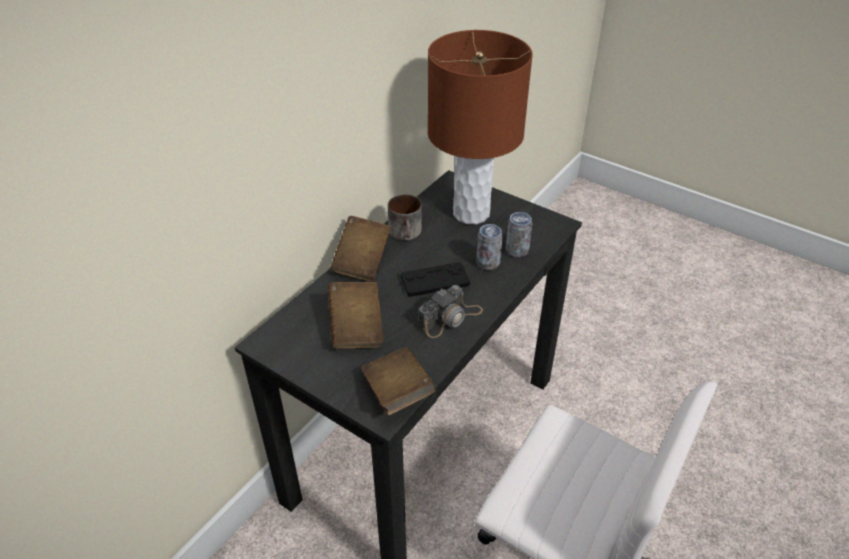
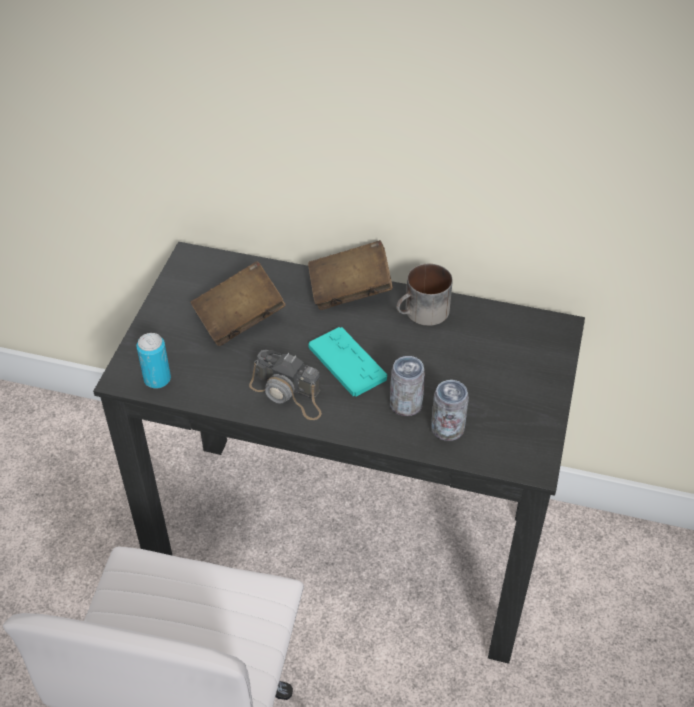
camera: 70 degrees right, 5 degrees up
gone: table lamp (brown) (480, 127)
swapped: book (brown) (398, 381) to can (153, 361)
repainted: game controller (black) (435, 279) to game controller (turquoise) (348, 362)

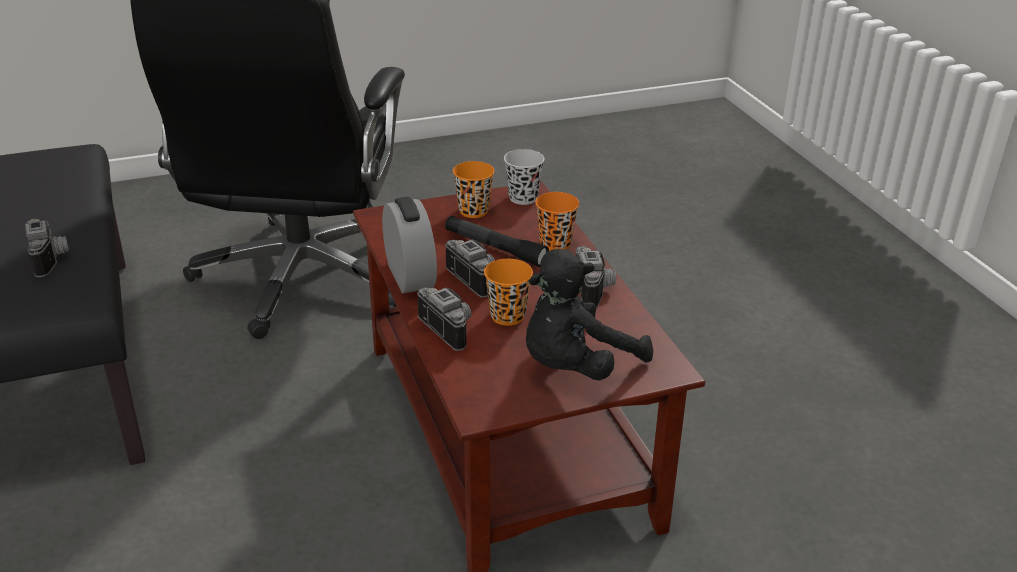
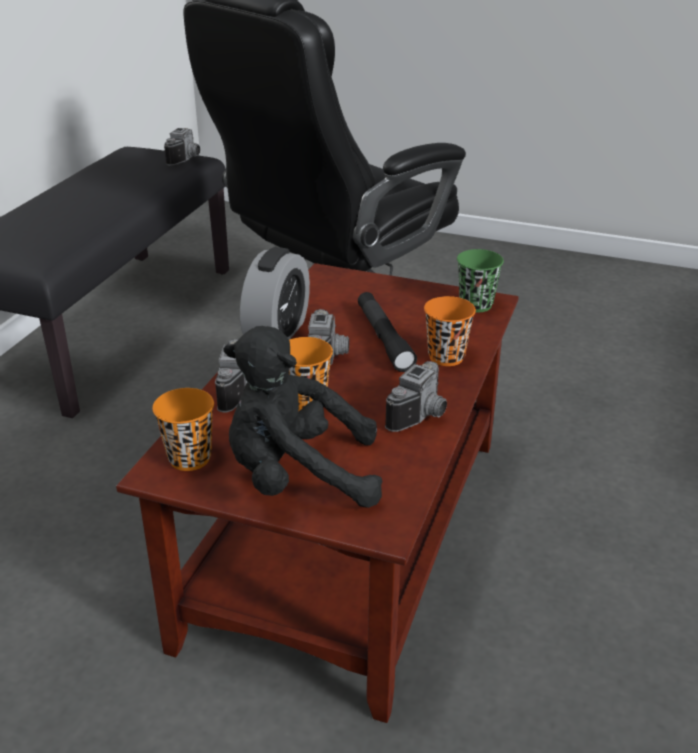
camera: 40 degrees right, 0 degrees up
shifted: photo camera (47, 248) to (182, 147); cup (orange) (473, 189) to (183, 429)
repainted: cup (black) (524, 177) to cup (green) (480, 280)

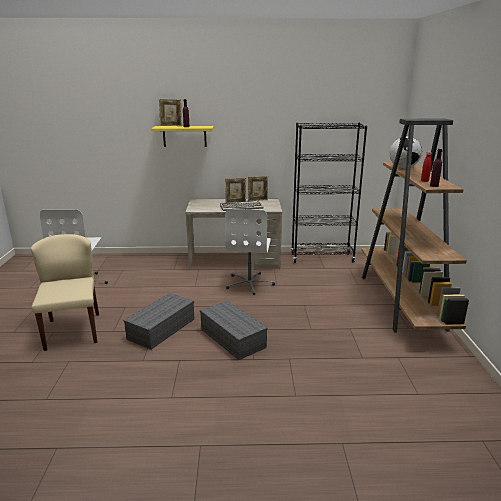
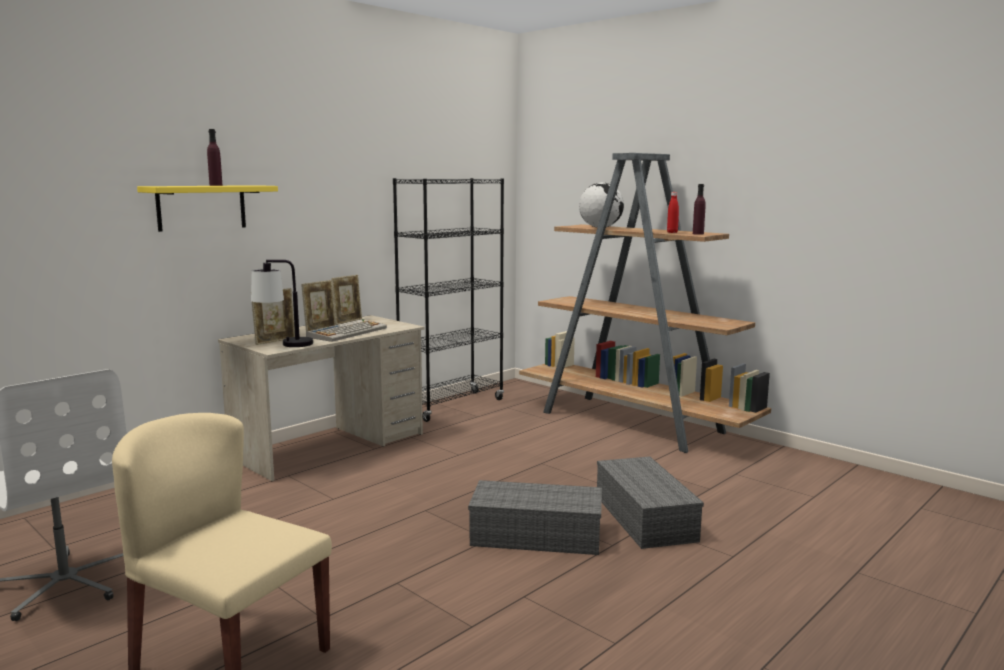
camera: 45 degrees left, 10 degrees down
gone: office chair (white) (250, 252)
new: table lamp (282, 303)
shifted: storage box (grey) (159, 321) to (650, 502); picture frame (170, 112) to (273, 316)

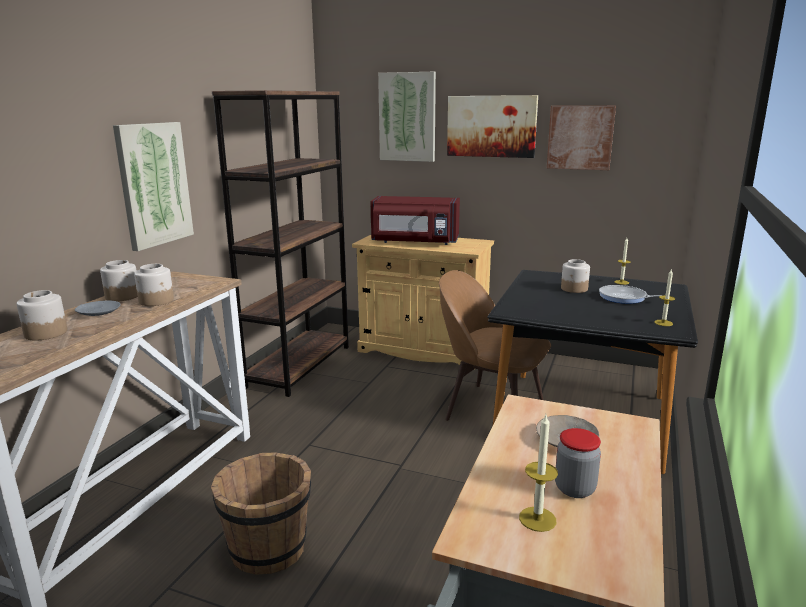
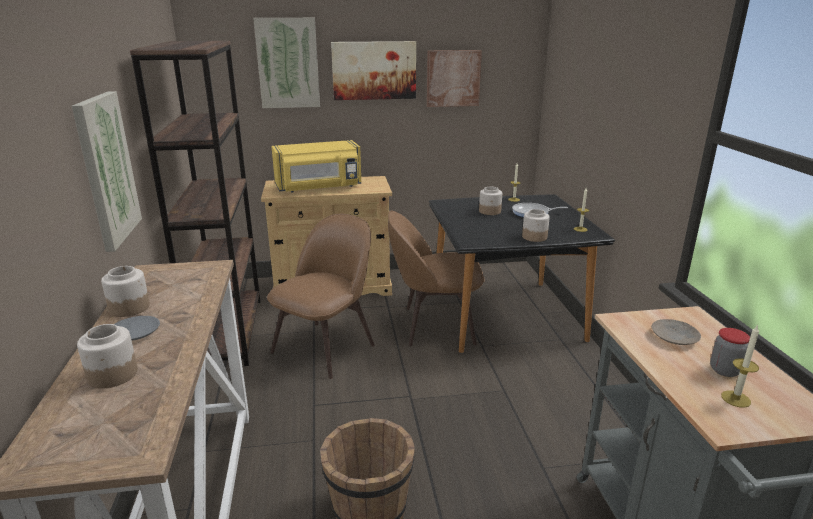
camera: 30 degrees left, 5 degrees up
new: chair (brown) (321, 296)
shifted: jar (154, 285) to (536, 225)
repainted: microwave (red) (415, 220) to microwave (yellow) (316, 166)

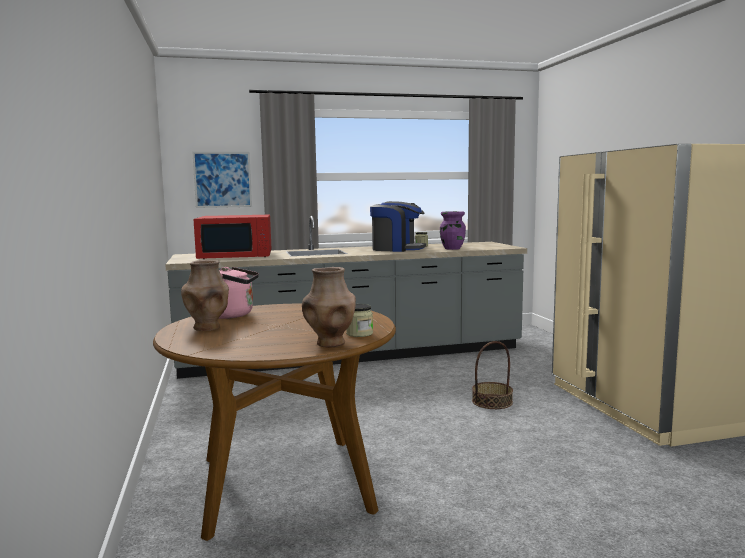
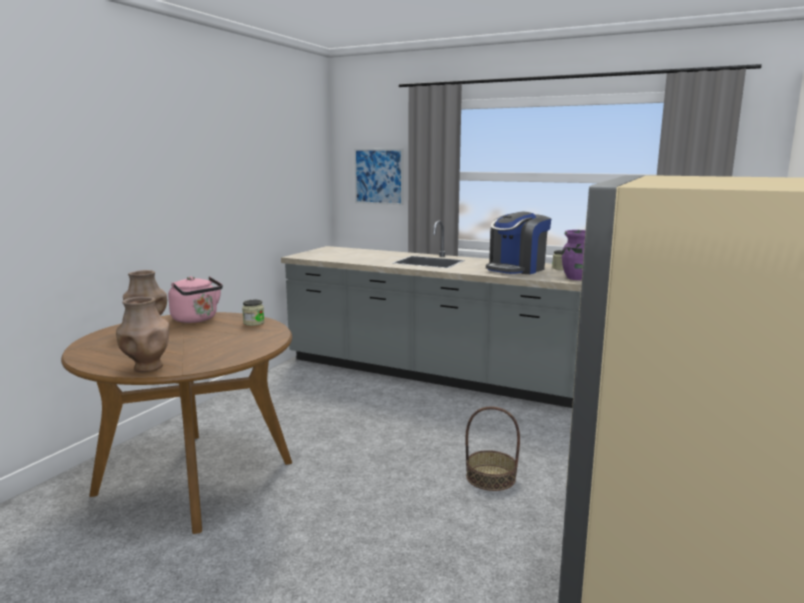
camera: 40 degrees right, 5 degrees up
gone: microwave (red) (233, 237)
shifted: jar (359, 320) to (253, 313)
rotated: coffee machine (398, 226) = (518, 243) 75 degrees clockwise

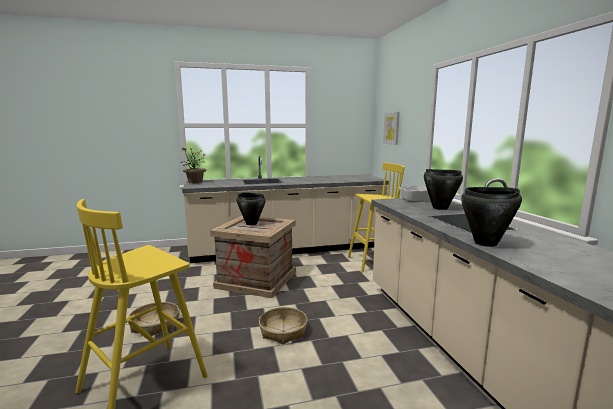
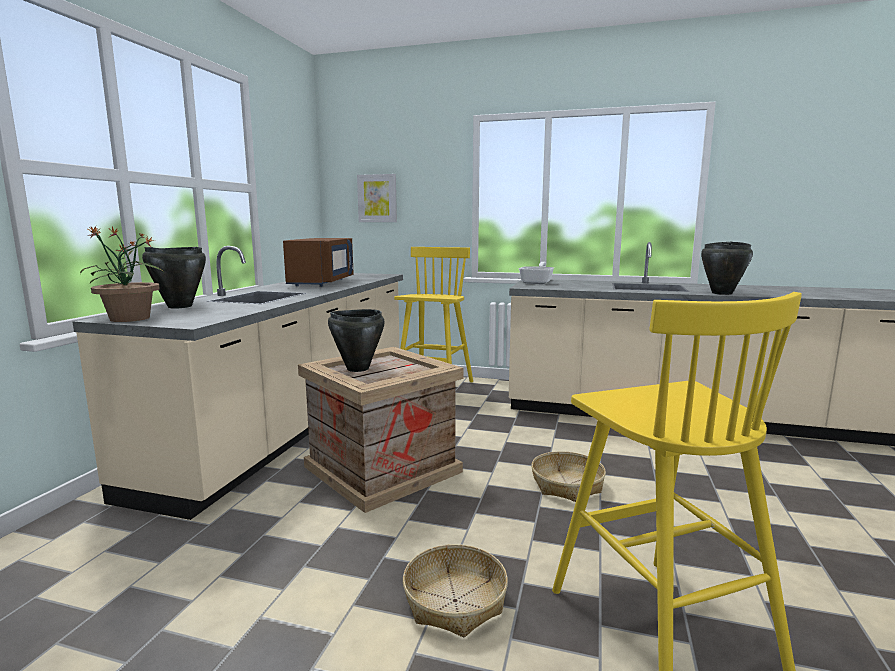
camera: 60 degrees left, 0 degrees up
new: microwave (brown) (318, 262)
shifted: cooking pot (black) (443, 189) to (174, 277)

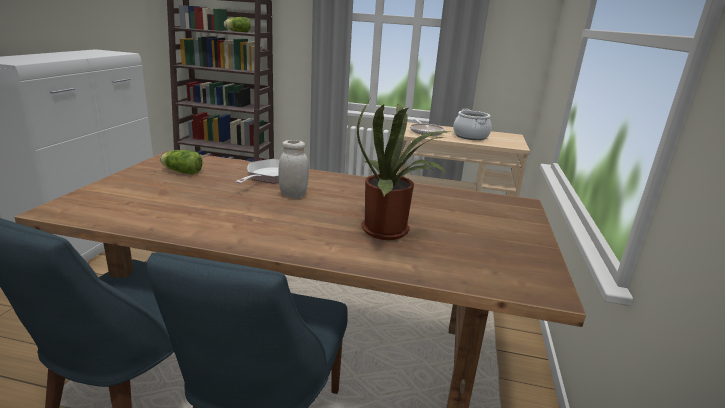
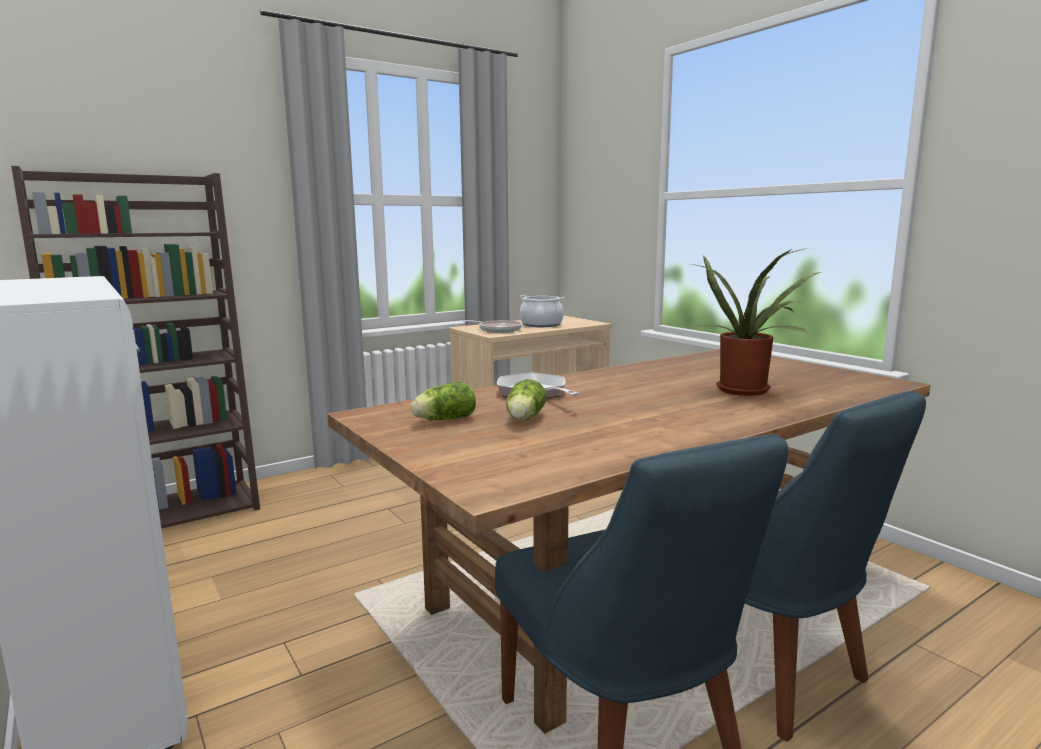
camera: 45 degrees left, 10 degrees down
gone: jar (white) (293, 169)
shifted: lettuce (237, 24) to (526, 400)

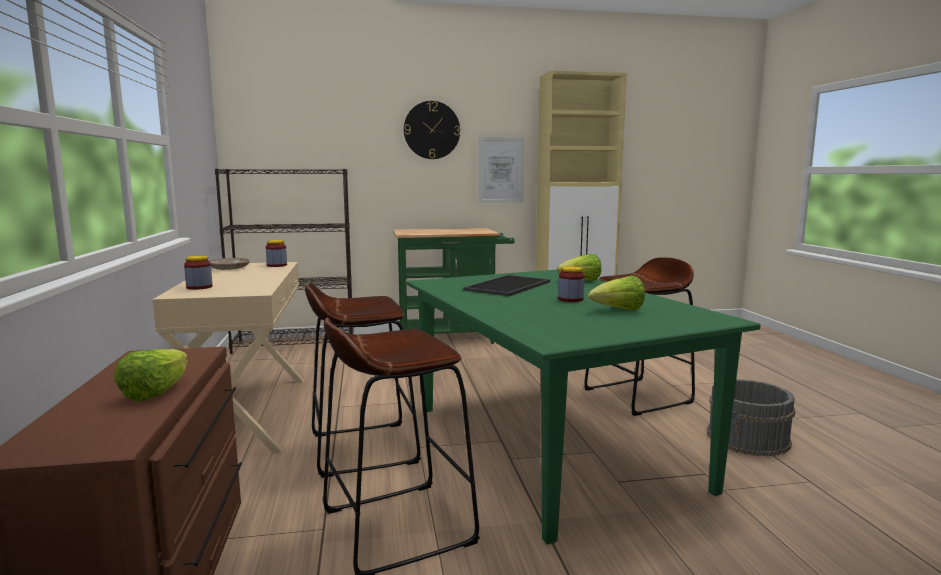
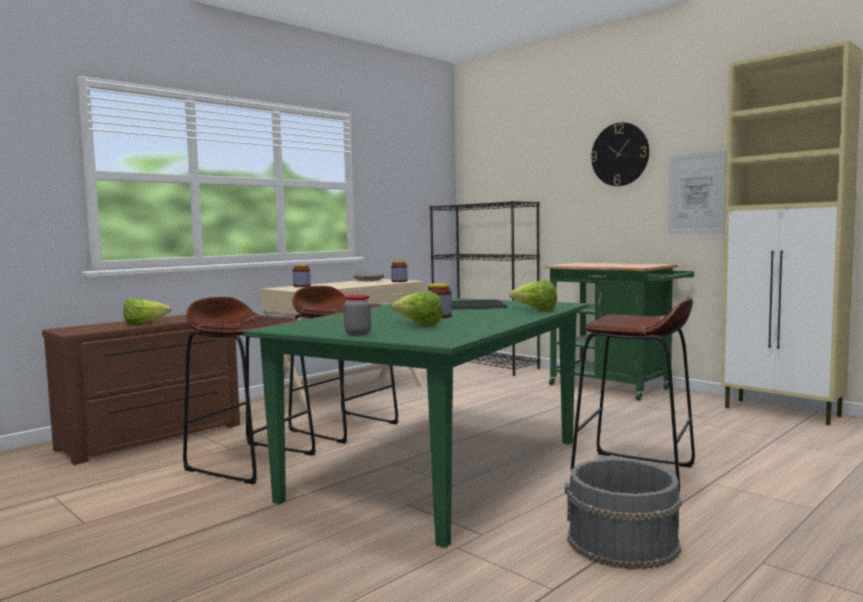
camera: 55 degrees right, 5 degrees down
new: jar (357, 315)

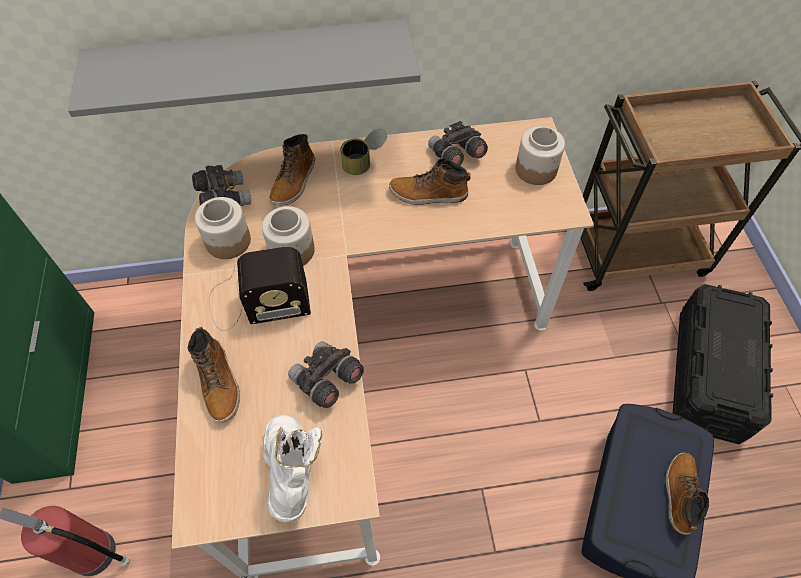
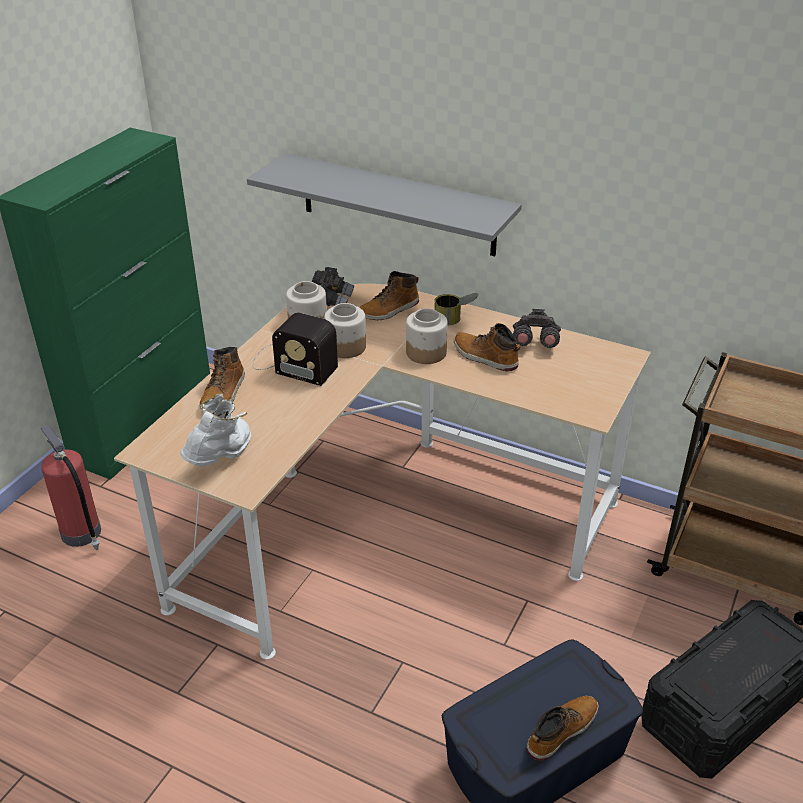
camera: 35 degrees right, 20 degrees down
gone: binoculars (grey) (326, 374)
shifted: jar (540, 155) to (427, 336)

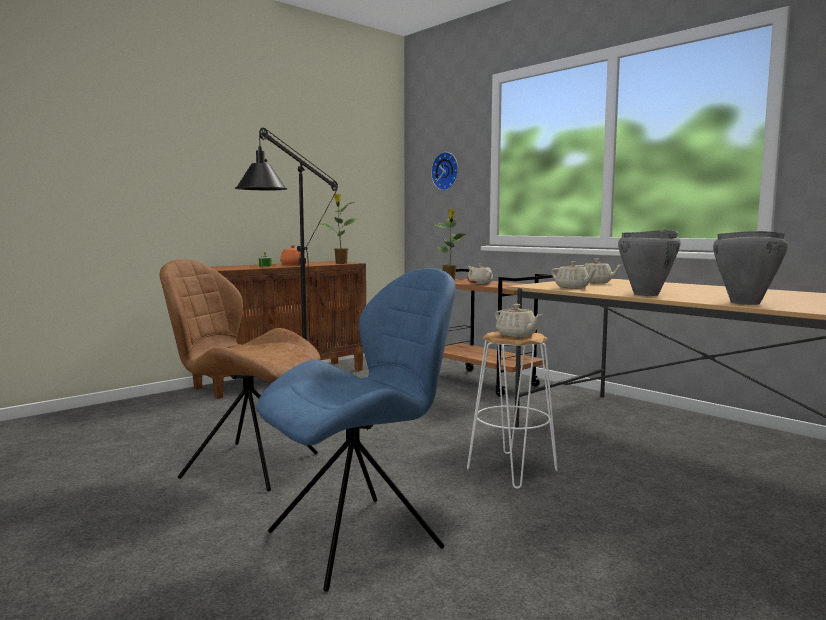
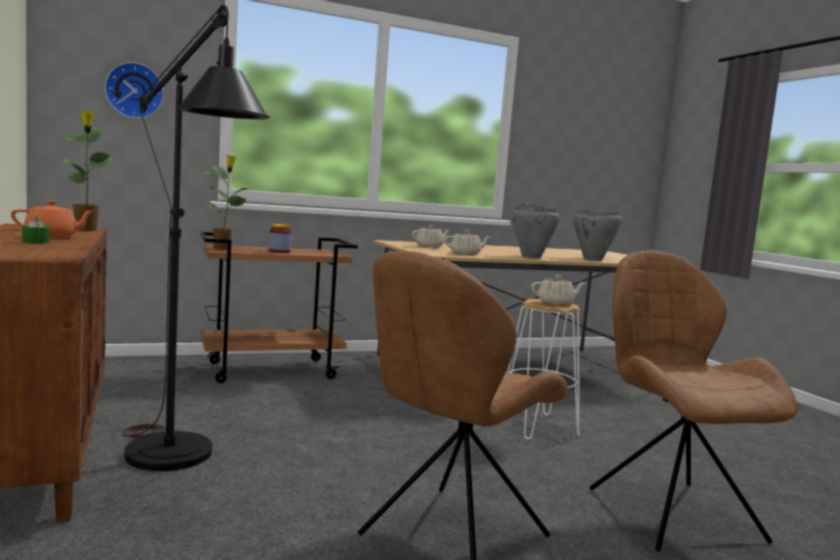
camera: 70 degrees left, 0 degrees up
swapped: teapot (beige) (480, 273) to jar (280, 238)
repainted: chair (blue) (356, 430) to chair (brown) (693, 400)

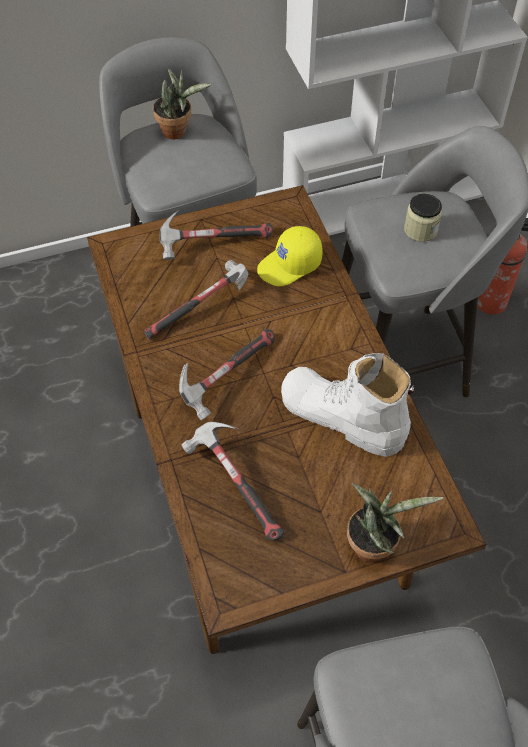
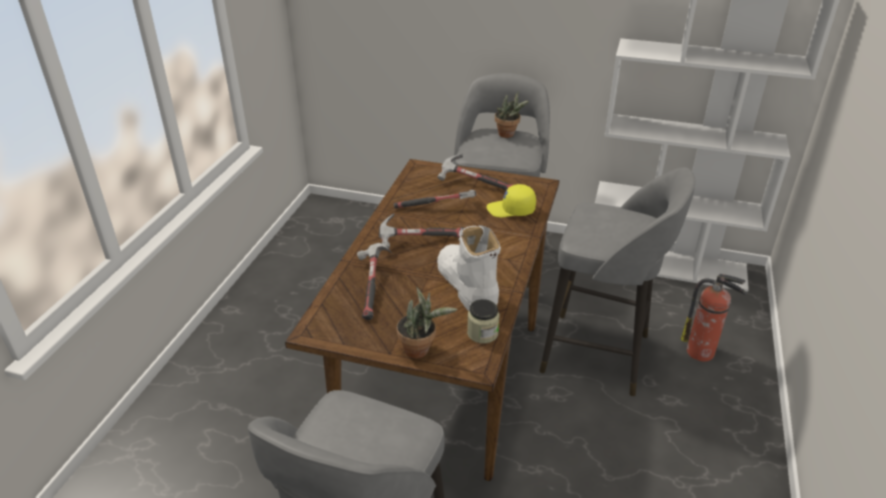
camera: 35 degrees right, 20 degrees down
shifted: jar (423, 217) to (483, 321)

